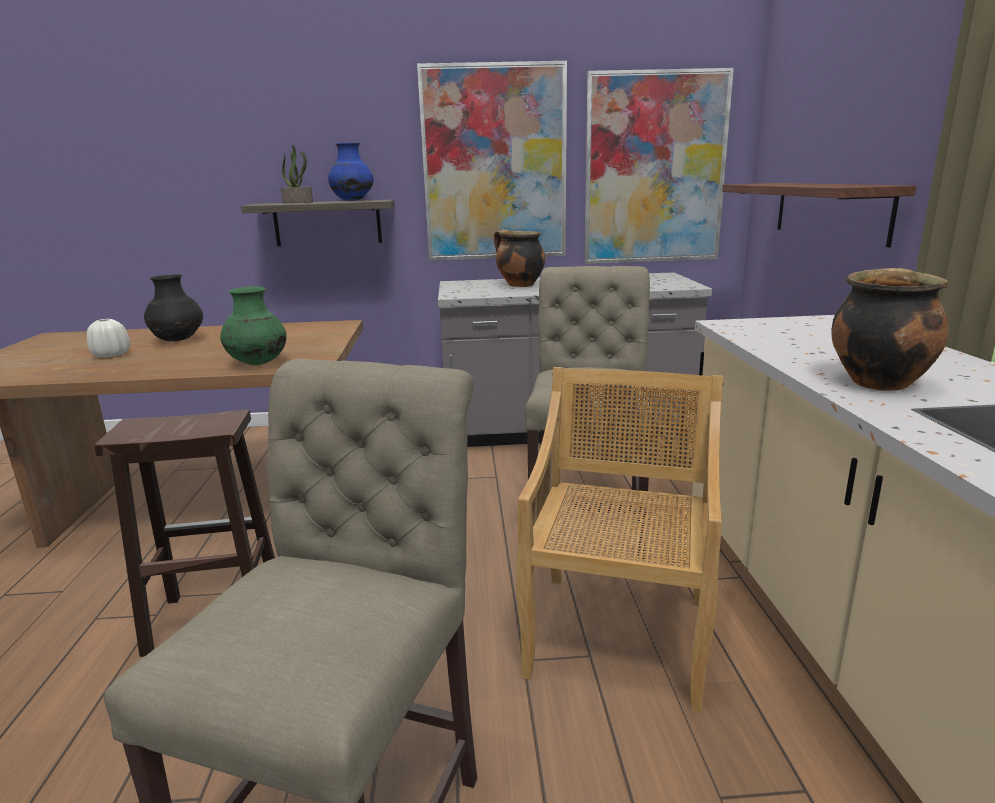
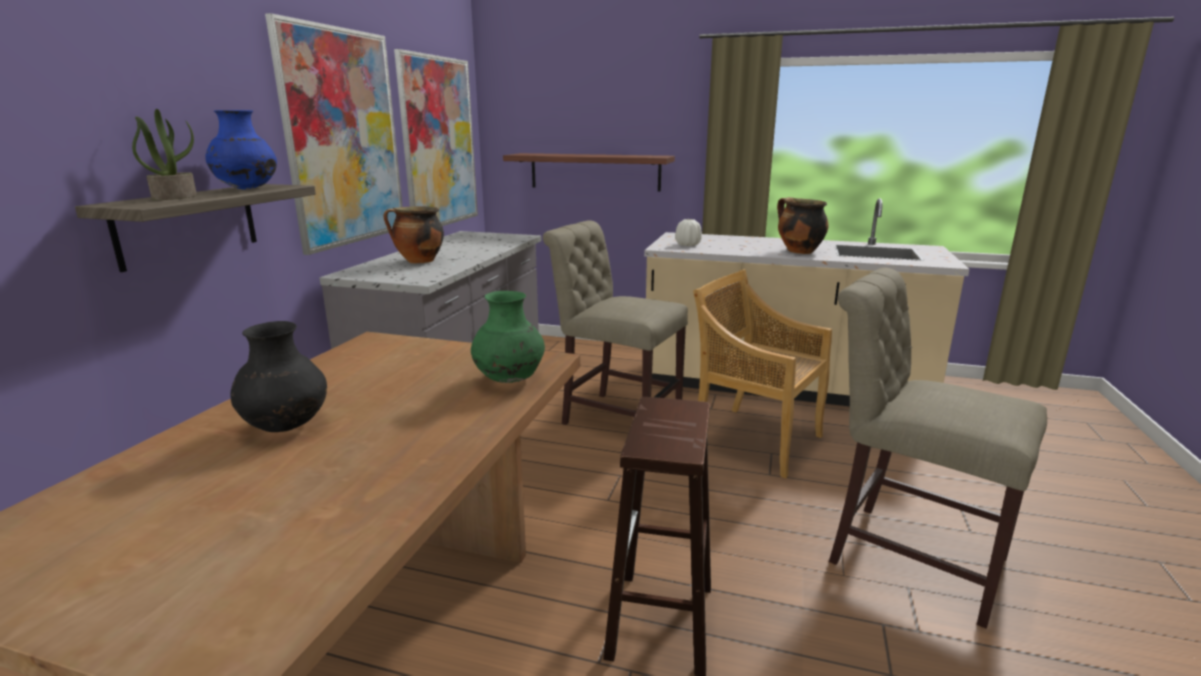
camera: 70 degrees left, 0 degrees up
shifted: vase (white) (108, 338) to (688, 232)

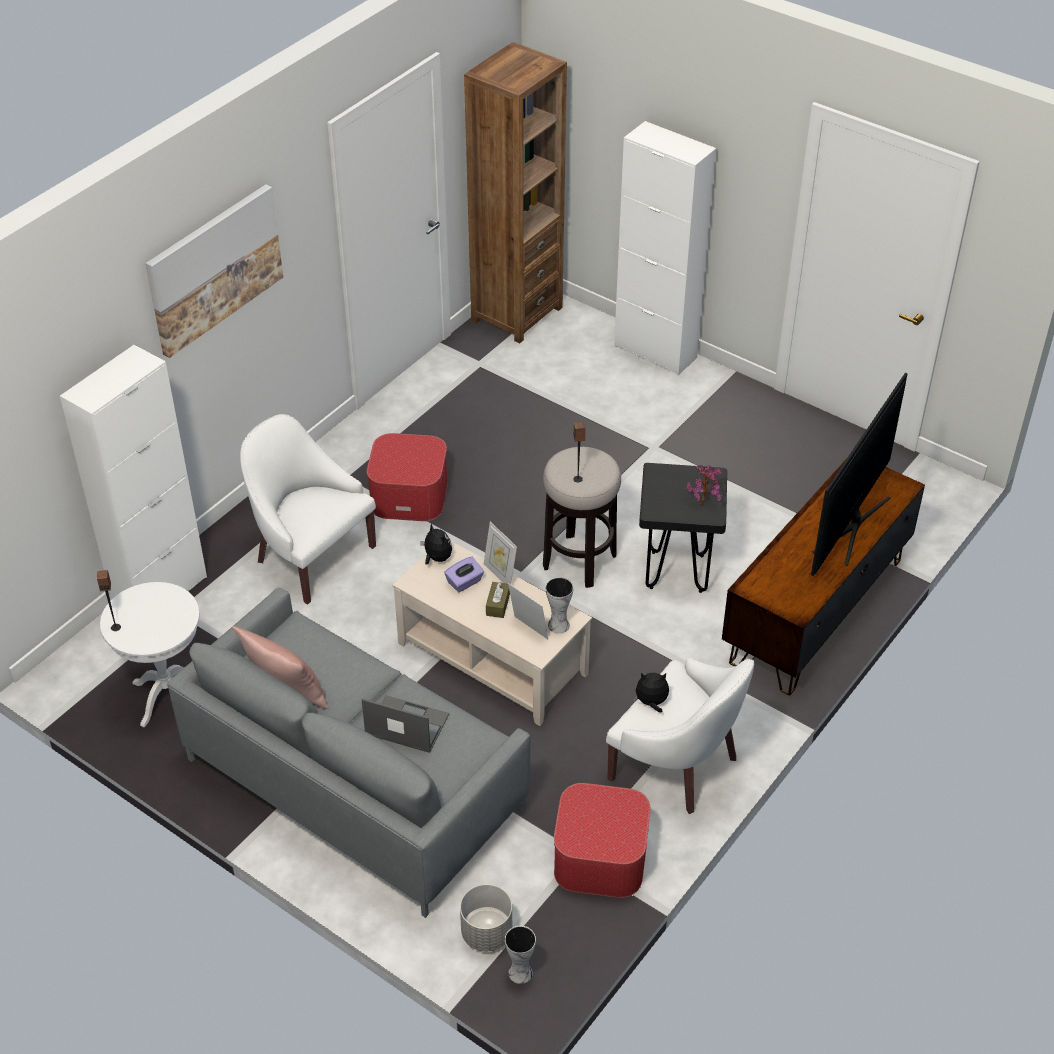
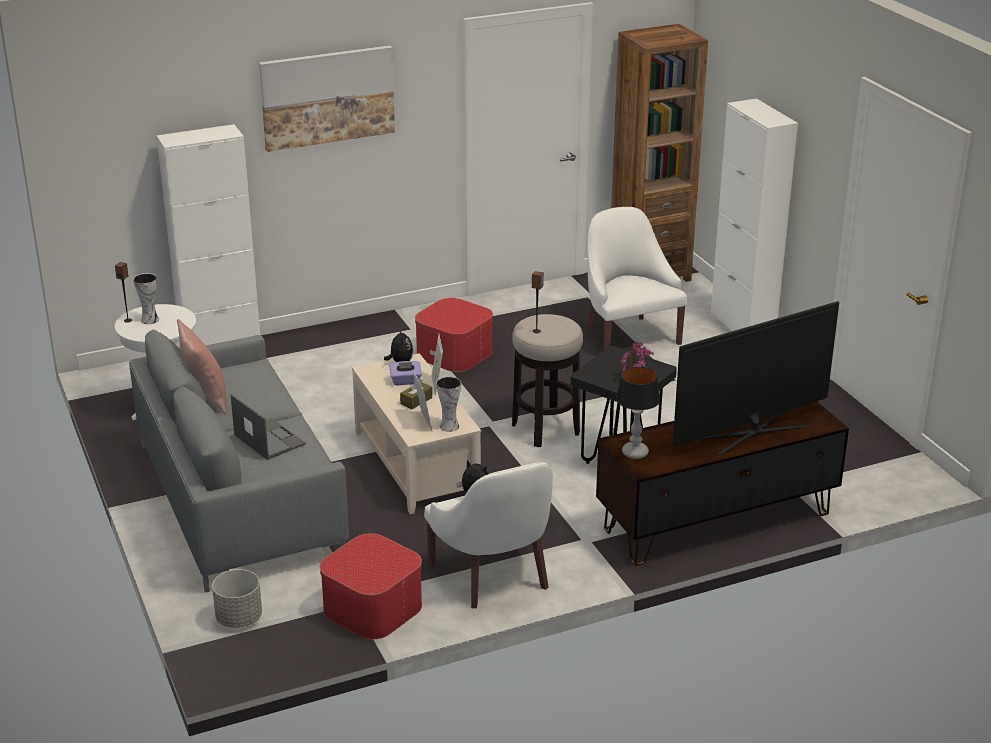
camera: 30 degrees right, 15 degrees down
new: table lamp (638, 413)
shifted: armchair (white) (308, 509) to (636, 278); vase (520, 955) to (146, 298)

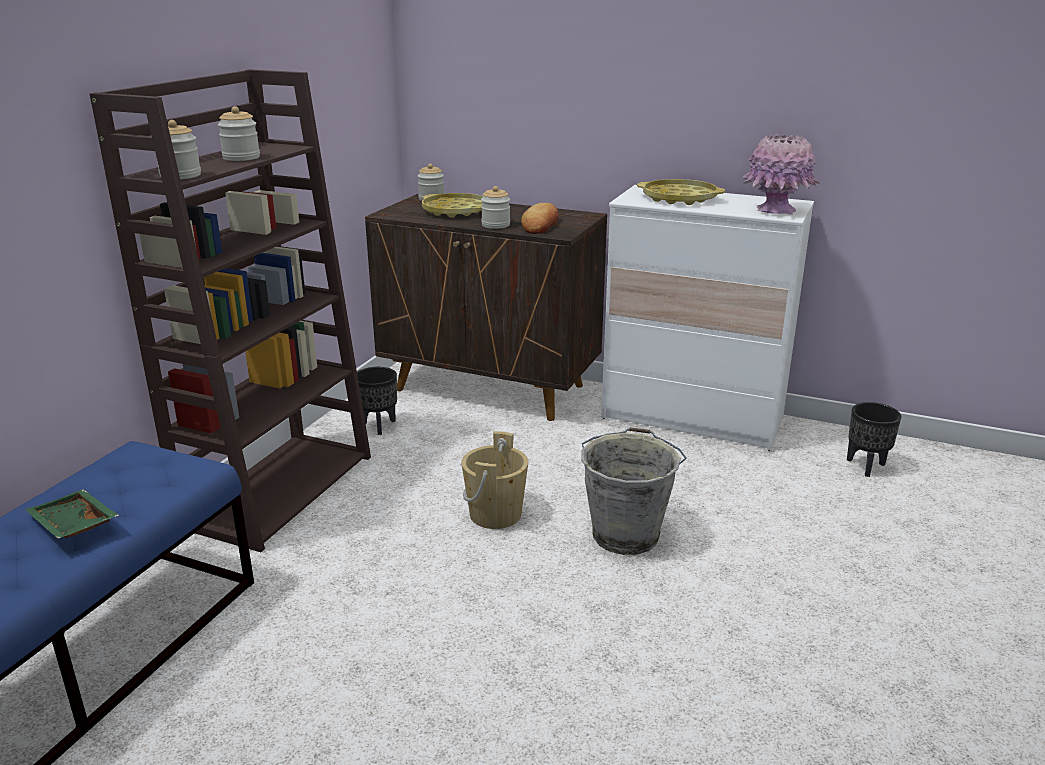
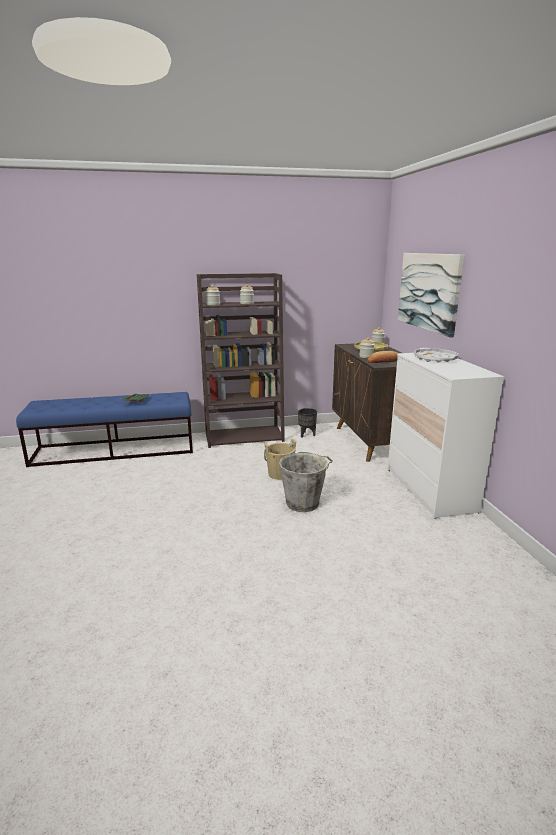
camera: 55 degrees right, 5 degrees down
gone: vase (pink) (780, 174); planter (black) (874, 439)
new: picture (431, 295)
repainted: tray (yellow) (681, 192) to tray (white) (436, 355)

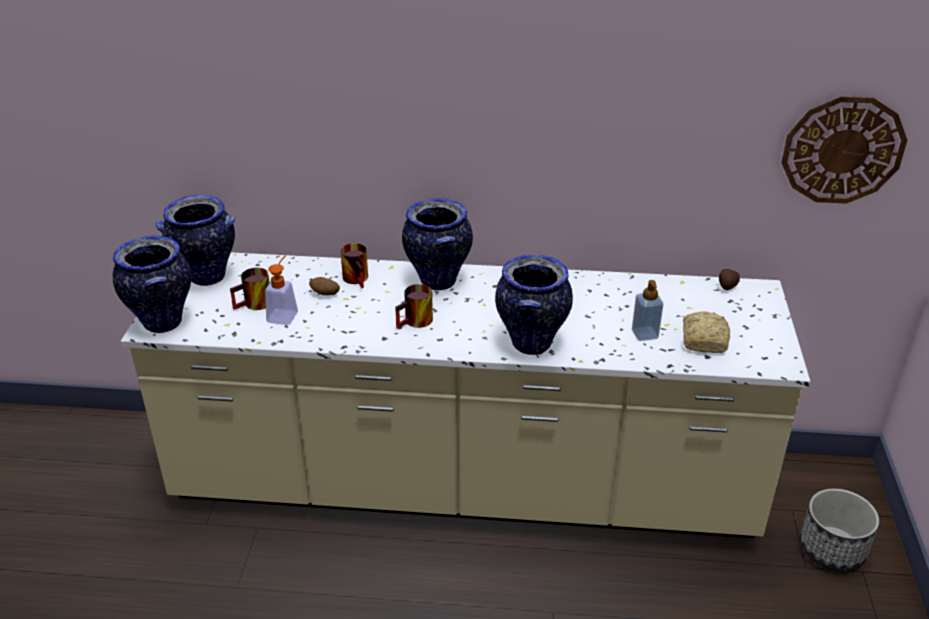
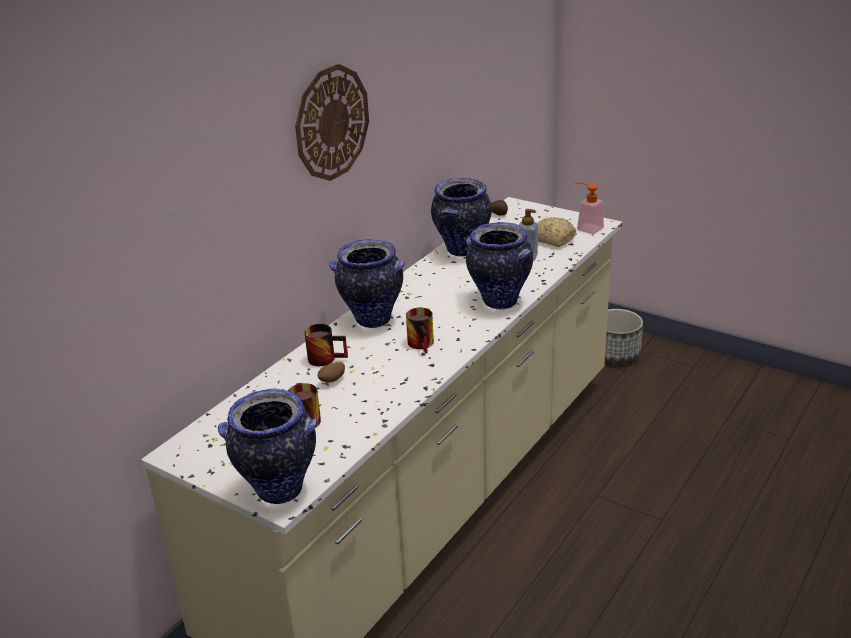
camera: 60 degrees left, 5 degrees down
shifted: vase (195, 240) to (461, 217); soap dispenser (281, 290) to (589, 208); wall clock (844, 150) to (332, 122)

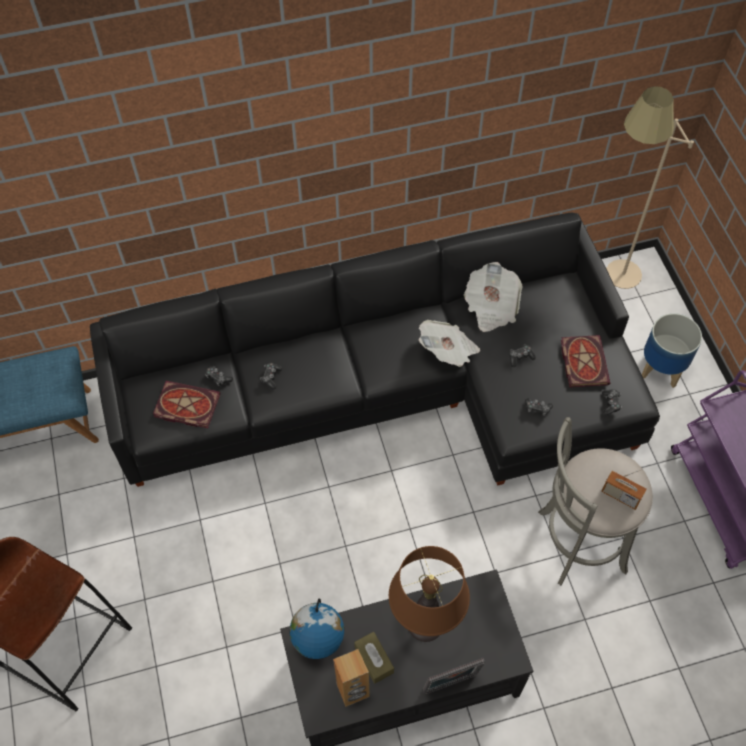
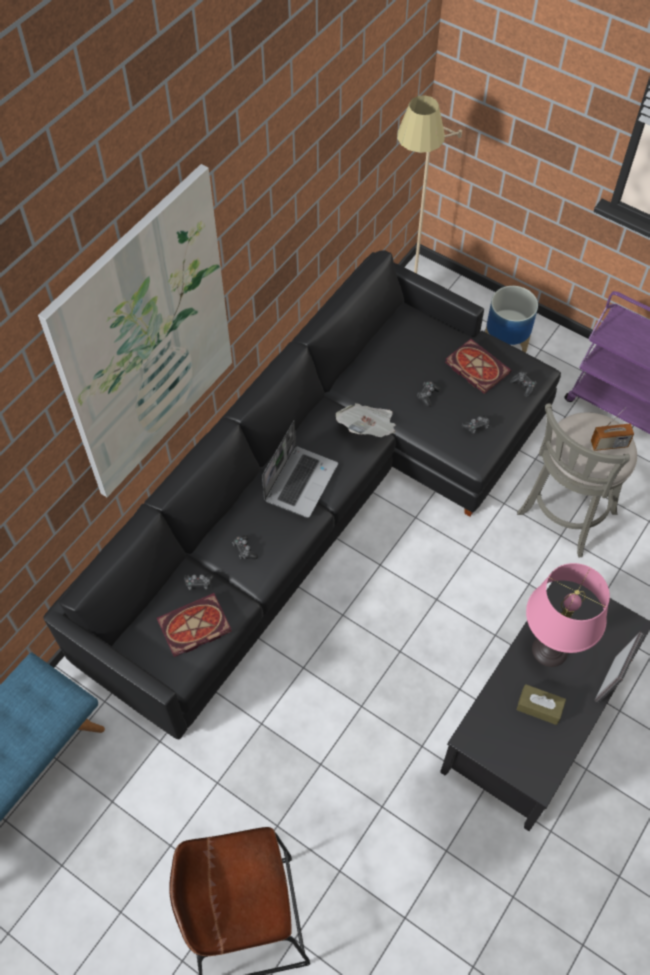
camera: 40 degrees left, 0 degrees up
gone: globe (316, 629); speaker (brown) (351, 678); newspaper (493, 297)
new: picture (135, 330); laptop (300, 469)
repainted: table lamp (brown) (429, 594) to table lamp (pink) (568, 615)

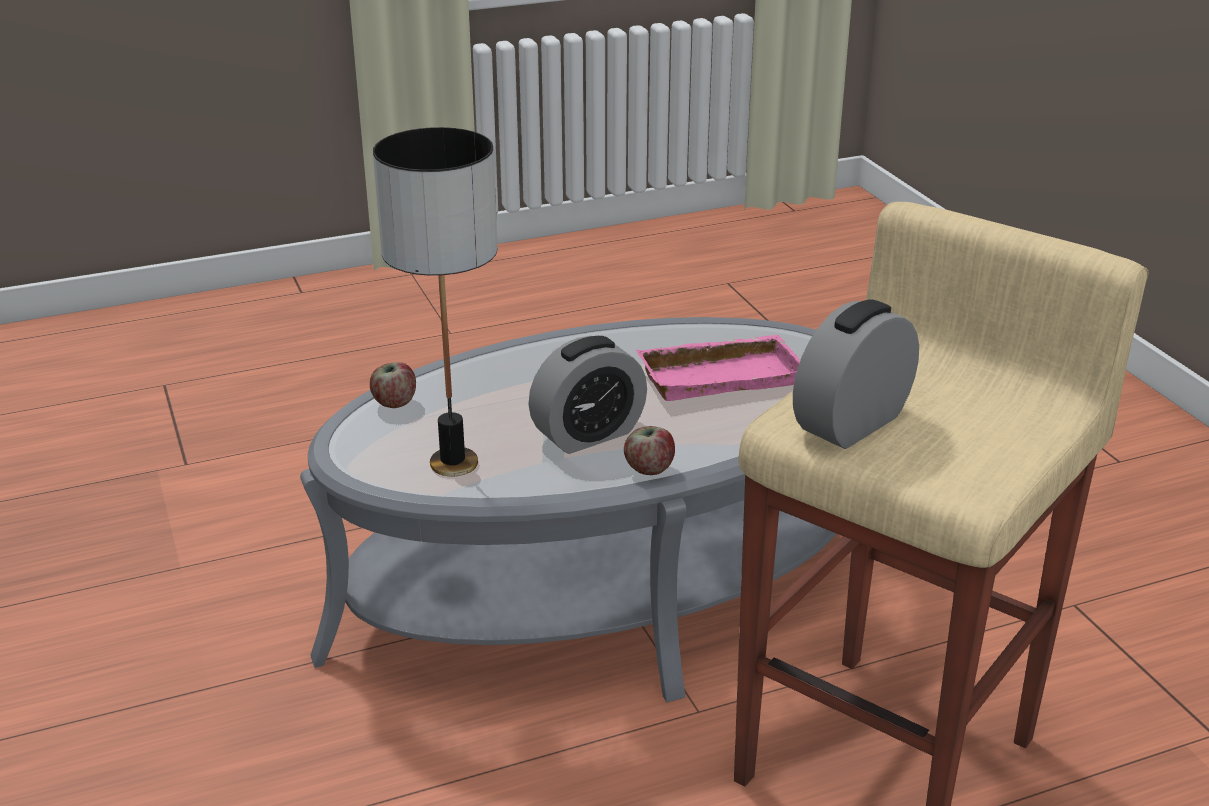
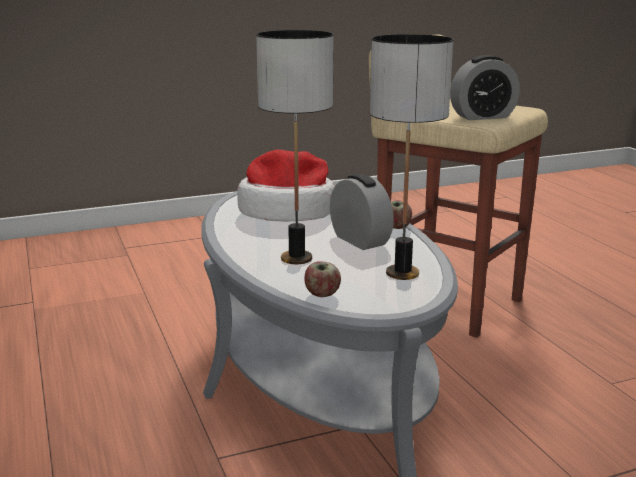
camera: 90 degrees left, 10 degrees down
new: table lamp (294, 147)
swapped: tray (pink) (718, 368) to hat (285, 185)
rotated: alarm clock (856, 374) = (485, 87) 60 degrees counterclockwise

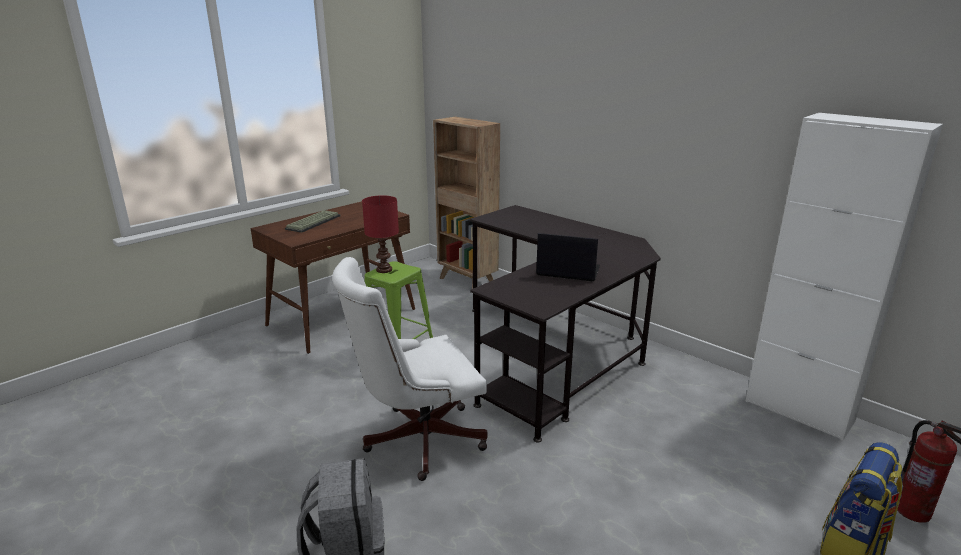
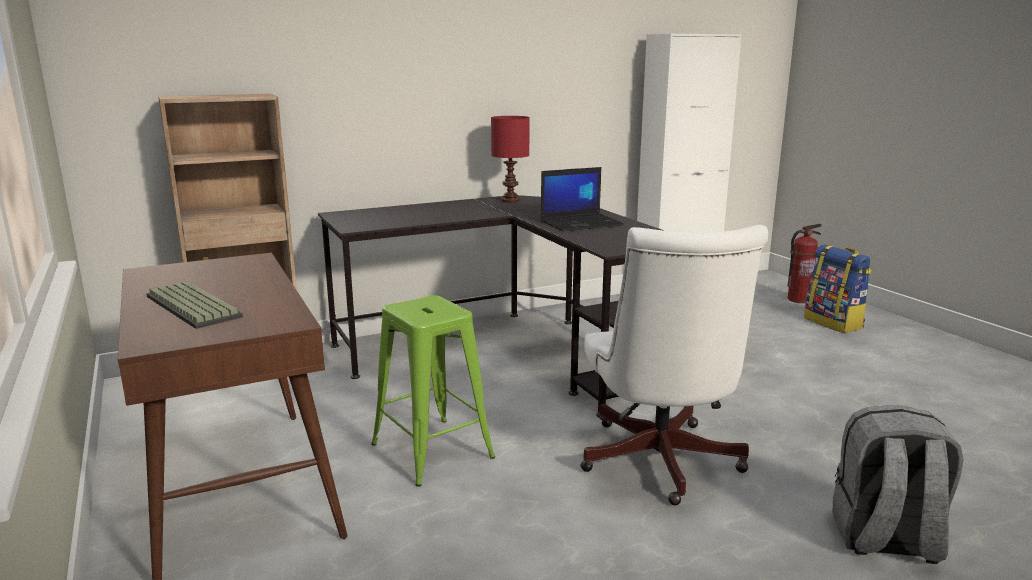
camera: 70 degrees left, 5 degrees down
shifted: table lamp (red) (380, 234) to (510, 159)
rotated: laptop (568, 257) = (582, 199) 150 degrees counterclockwise

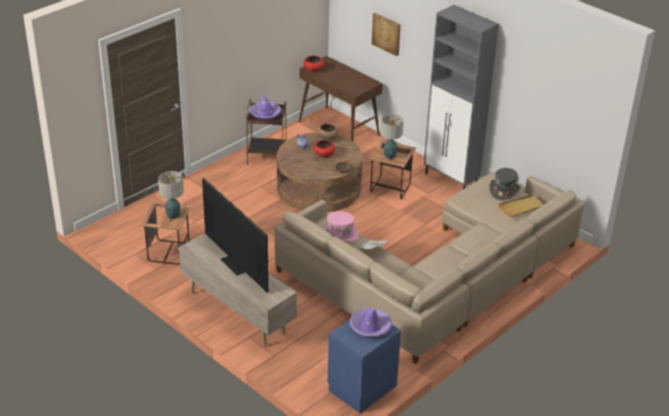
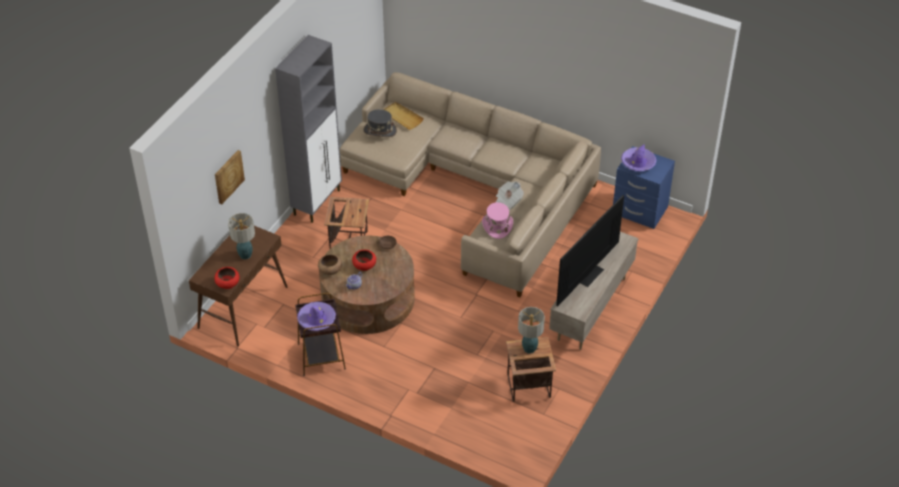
camera: 105 degrees left, 10 degrees up
shifted: table lamp (392, 136) to (241, 236)

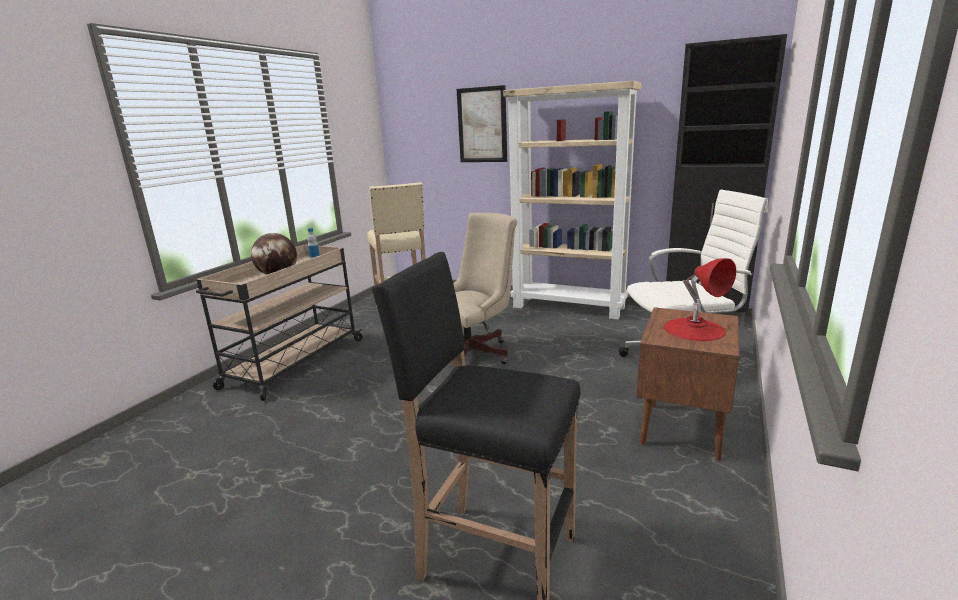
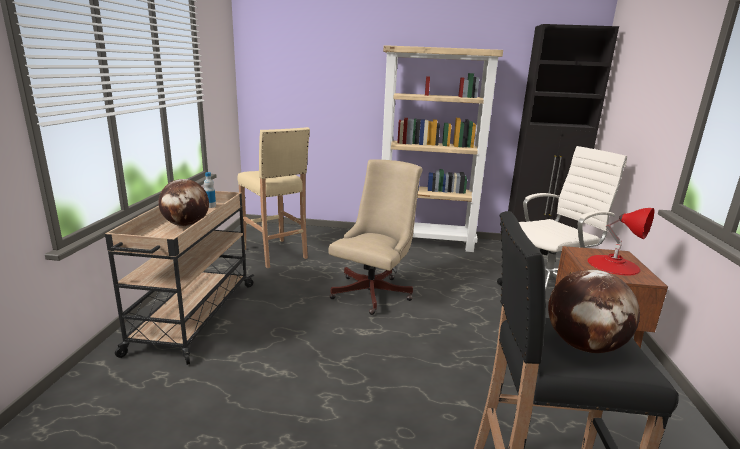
camera: 20 degrees left, 0 degrees up
gone: picture (482, 123)
new: globe (594, 311)

